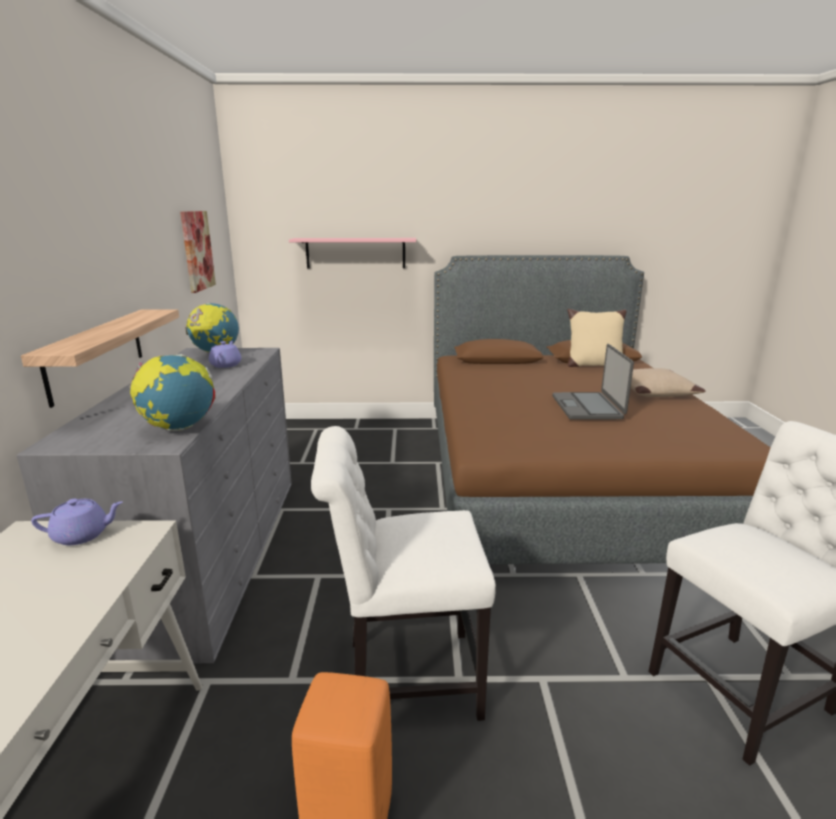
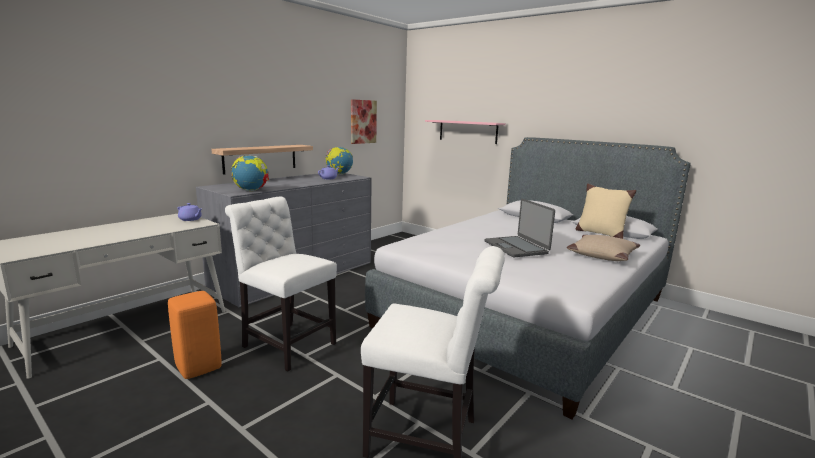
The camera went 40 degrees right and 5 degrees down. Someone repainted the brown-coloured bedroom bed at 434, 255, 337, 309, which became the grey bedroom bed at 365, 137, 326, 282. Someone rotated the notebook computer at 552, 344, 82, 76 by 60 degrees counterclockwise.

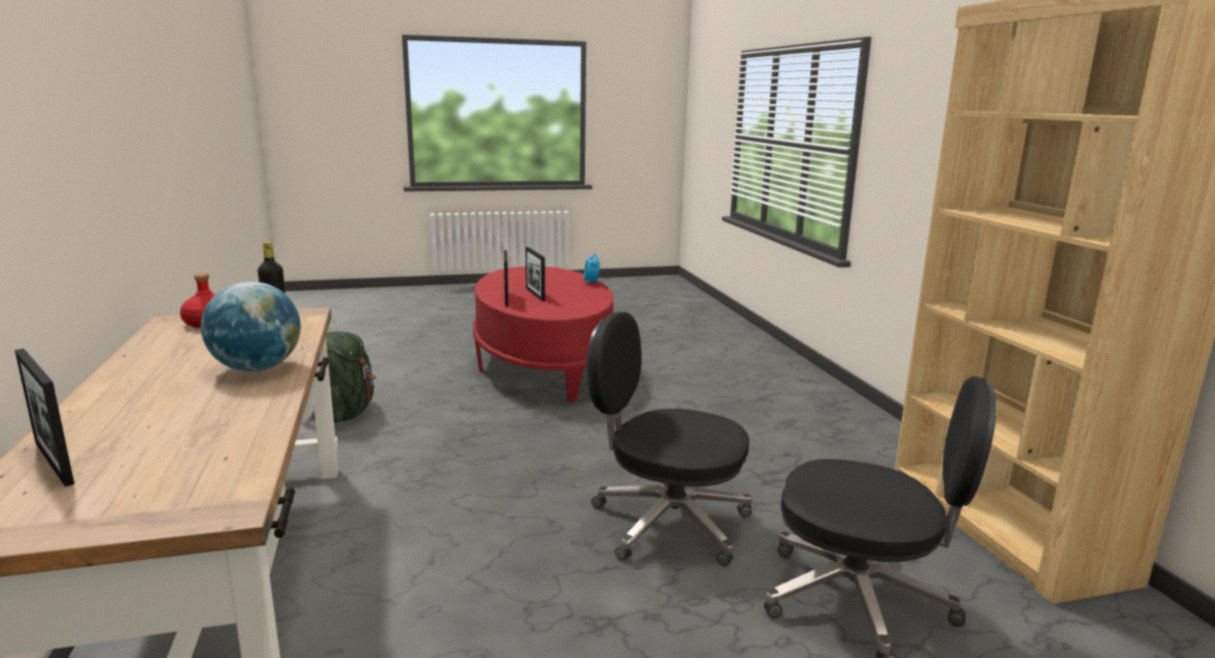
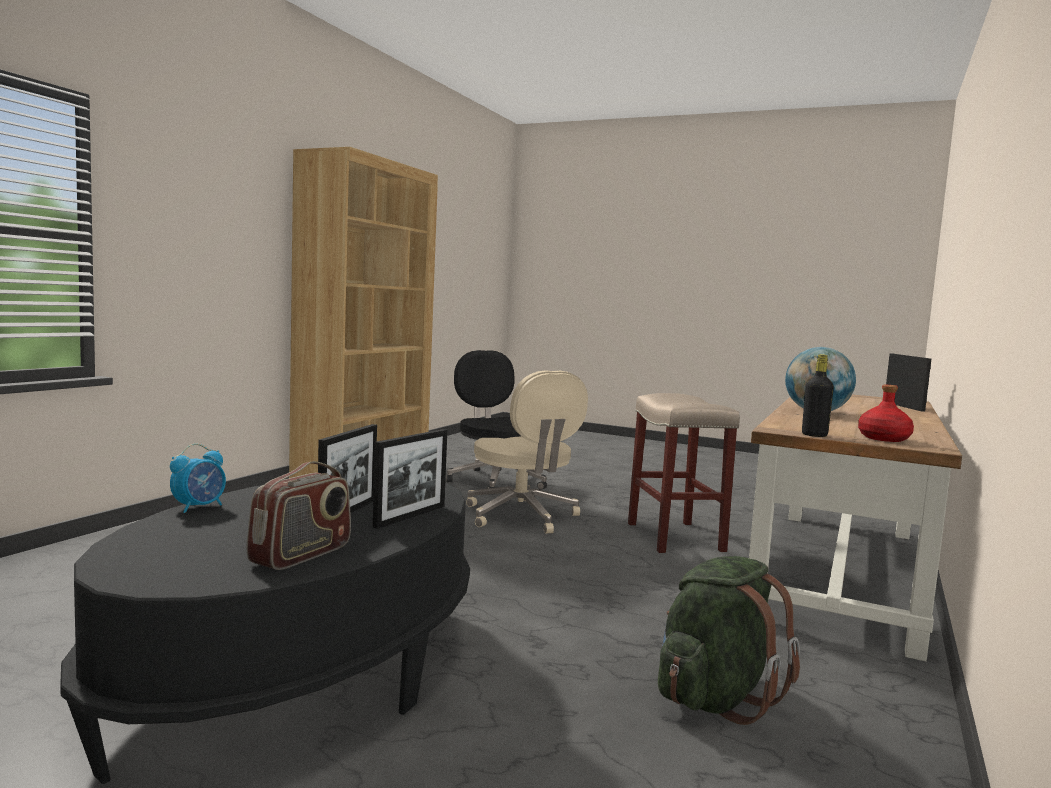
The camera went 140 degrees left and 10 degrees down. Someone repainted the red-coloured lounge table at 473, 266, 140, 136, which became the black lounge table at 60, 482, 410, 302. Someone repainted the black desk chair at 586, 312, 166, 254, which became the beige-coloured desk chair at 466, 370, 122, 164. Someone put down the radio set at 247, 461, 104, 109. Someone put down the beige-coloured stool seat at 628, 393, 112, 160.

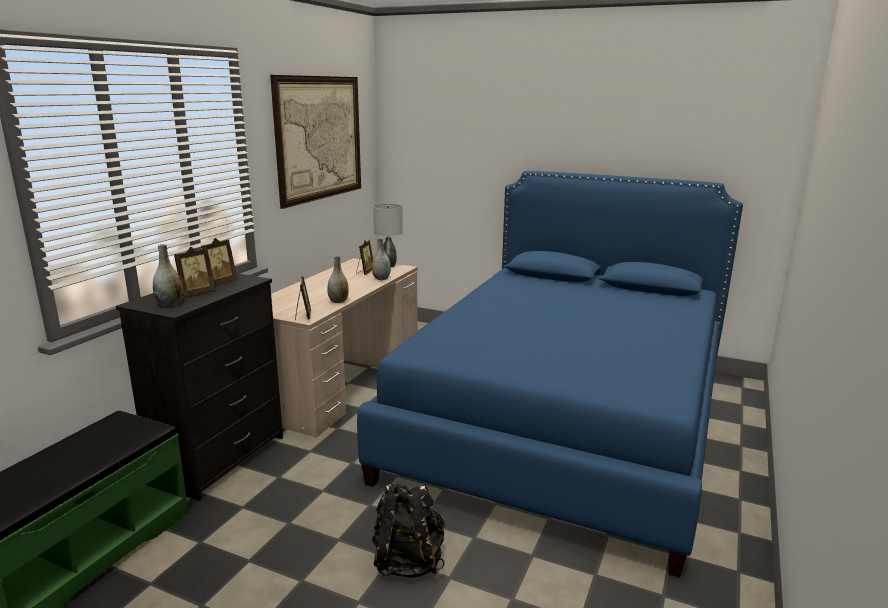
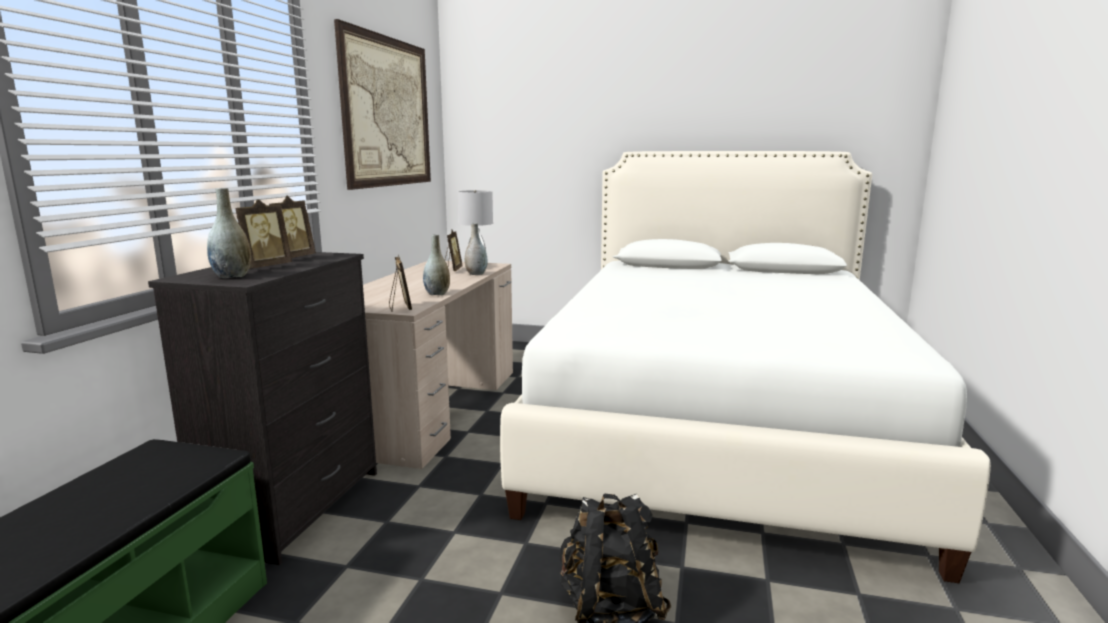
The camera went 10 degrees left and 5 degrees down. Someone repainted the bluish bedroom bed at 357, 171, 386, 406, which became the white-coloured bedroom bed at 500, 151, 491, 432.

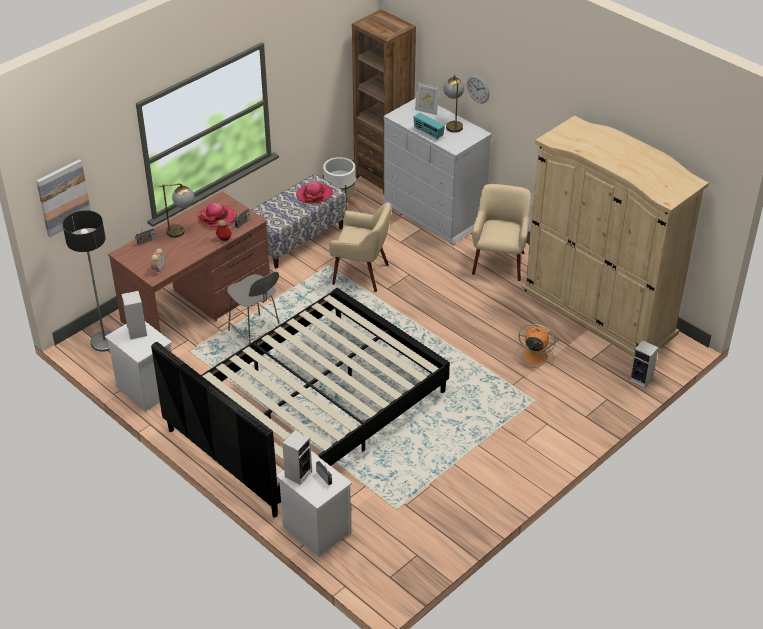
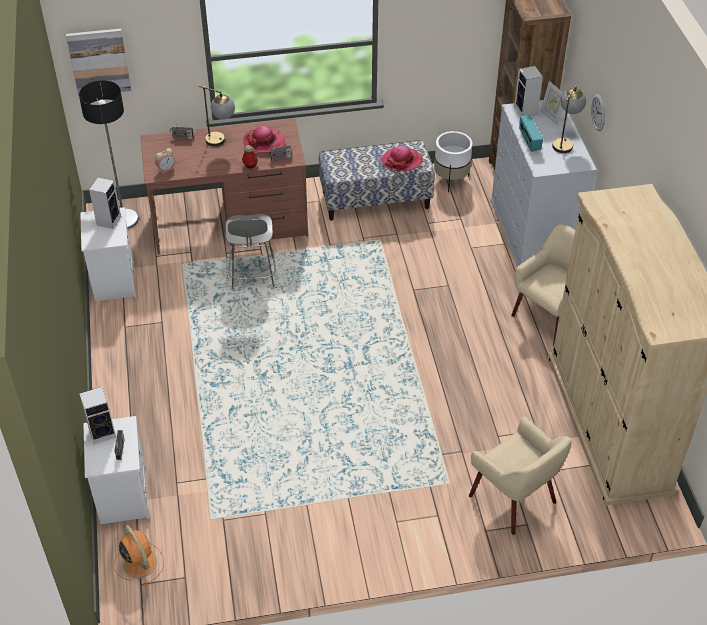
The camera went 35 degrees right and 5 degrees up. Someone took away the black bedroom bed at 151, 288, 299, 230. Someone carried the beige-coloured lounge chair from 329, 202, 62, 90 to 469, 416, 103, 119. Someone carried the orange fan from 516, 324, 40, 44 to 114, 524, 50, 63. Someone carried the loudspeaker from 629, 340, 30, 48 to 514, 66, 29, 50.

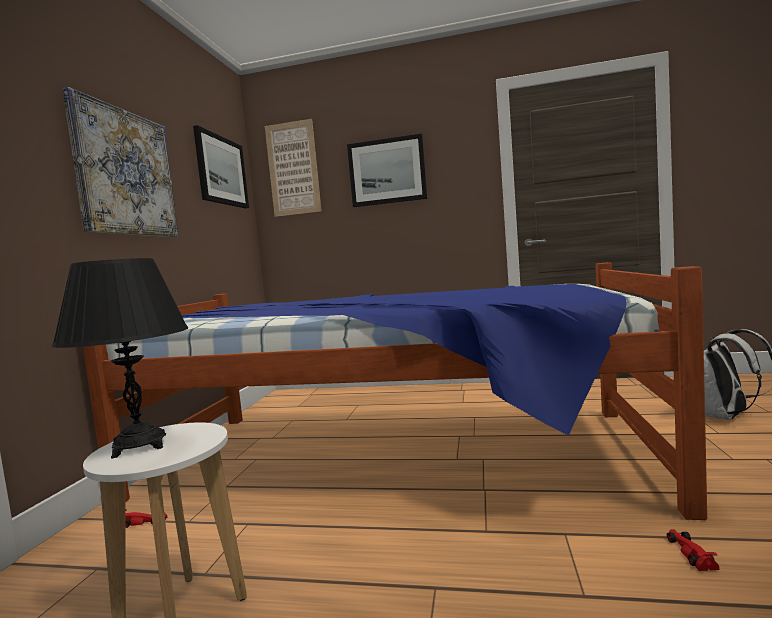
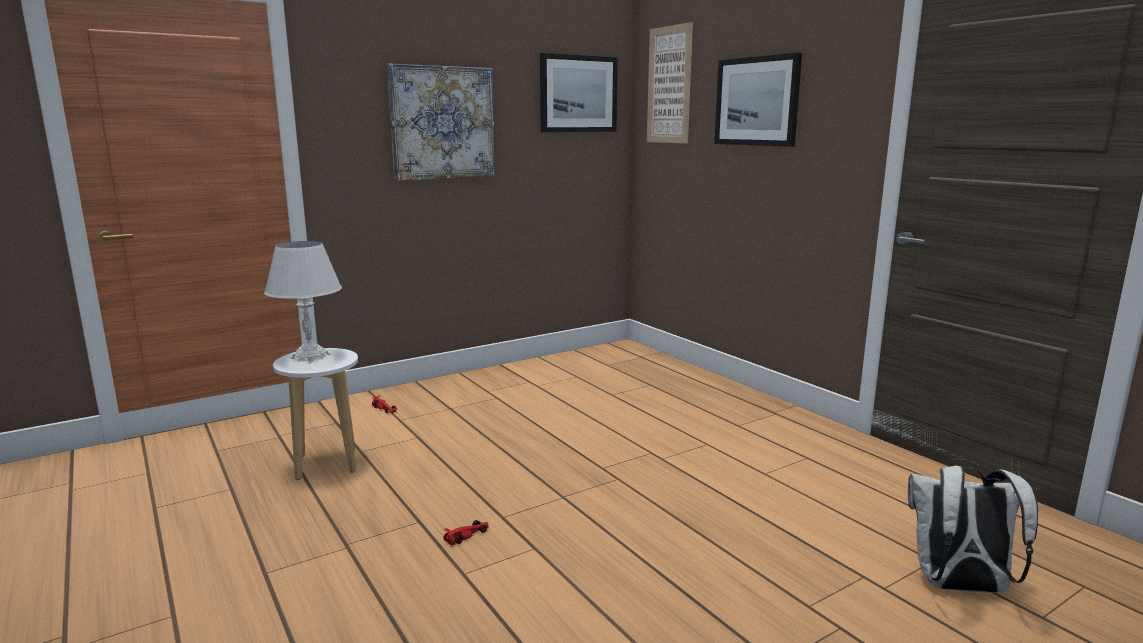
The camera went 45 degrees right and 10 degrees up. Someone repainted the black lamp for a table at 52, 258, 136, 201, which became the white-coloured lamp for a table at 264, 241, 78, 121. Someone took away the bedroom bed at 83, 262, 624, 258. Someone carried the red-coloured miniature car from 666, 529, 53, 42 to 444, 520, 45, 26.

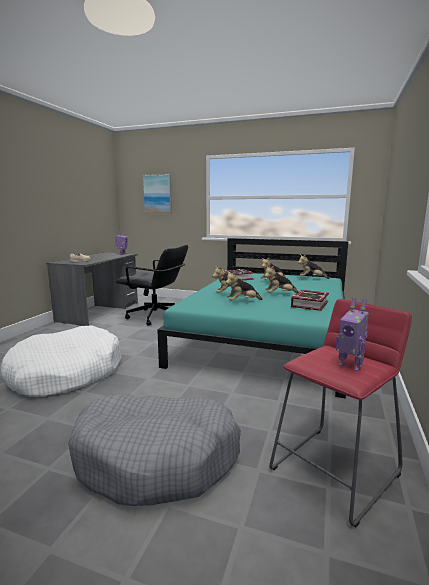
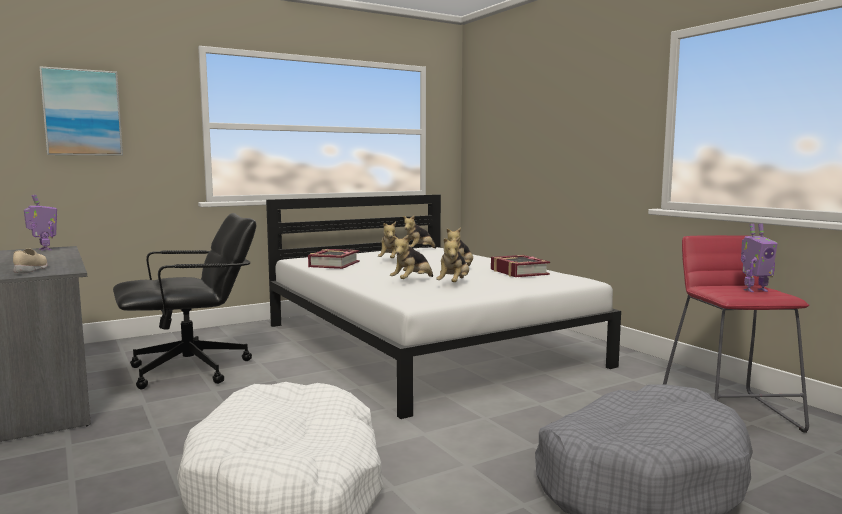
The camera went 50 degrees left and 5 degrees down. Someone repainted the turquoise bedroom bed at 157, 238, 191, 161, which became the white-coloured bedroom bed at 266, 195, 355, 224.

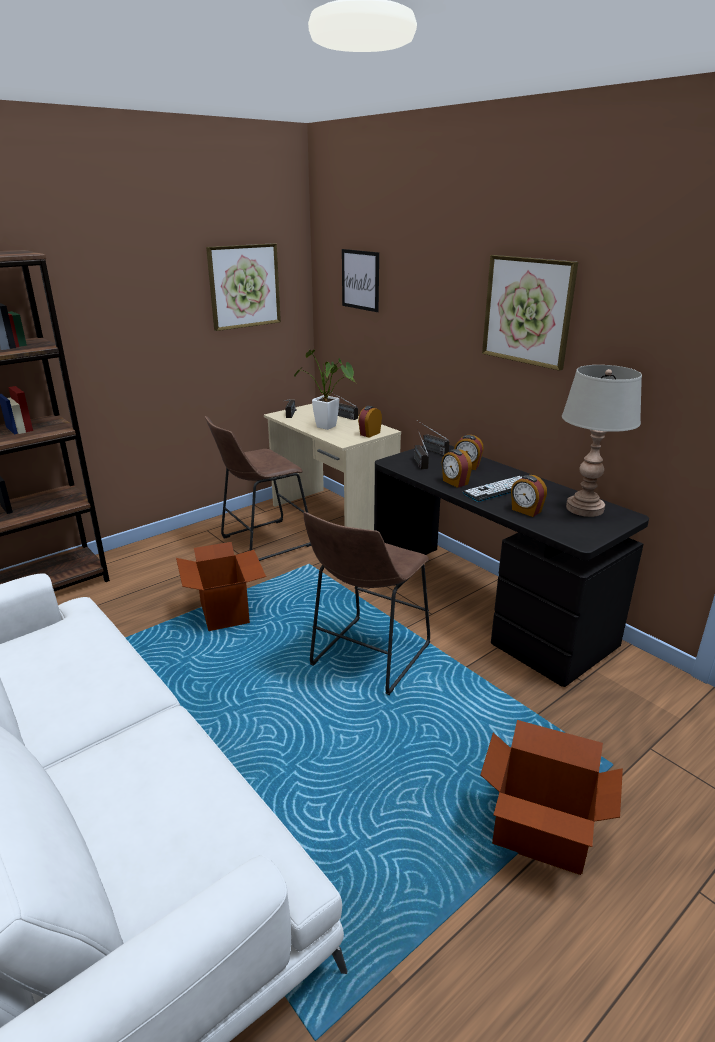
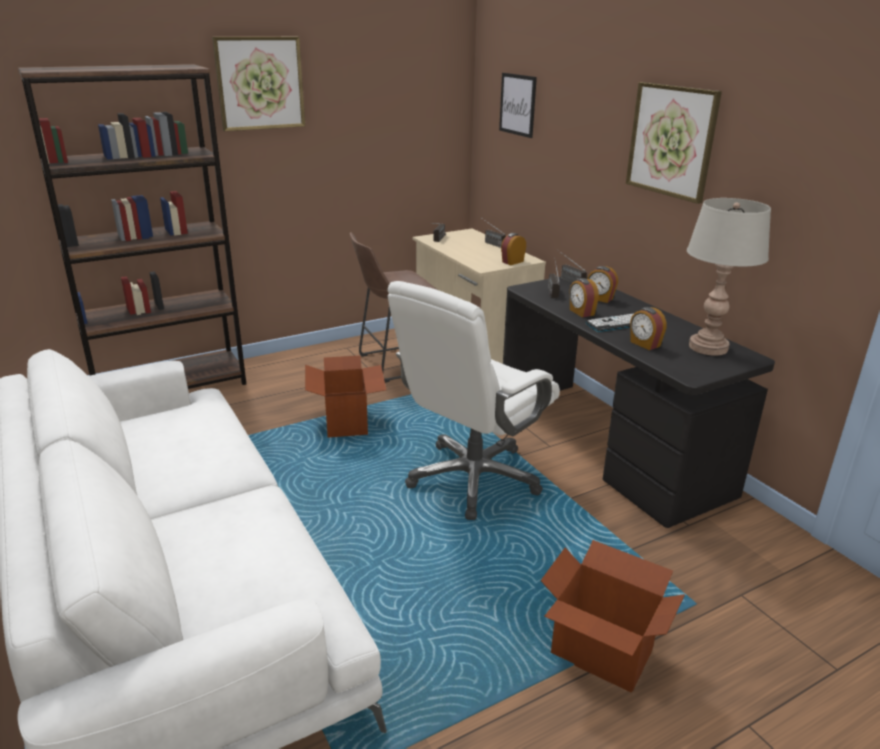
The camera went 10 degrees right and 0 degrees up. Someone carried the picture from 206, 243, 75, 88 to 212, 37, 93, 94. Someone took away the houseplant at 294, 350, 62, 80. Someone swapped the brown-coloured stool seat at 303, 512, 127, 183 for the white-coloured desk chair at 387, 281, 173, 239.

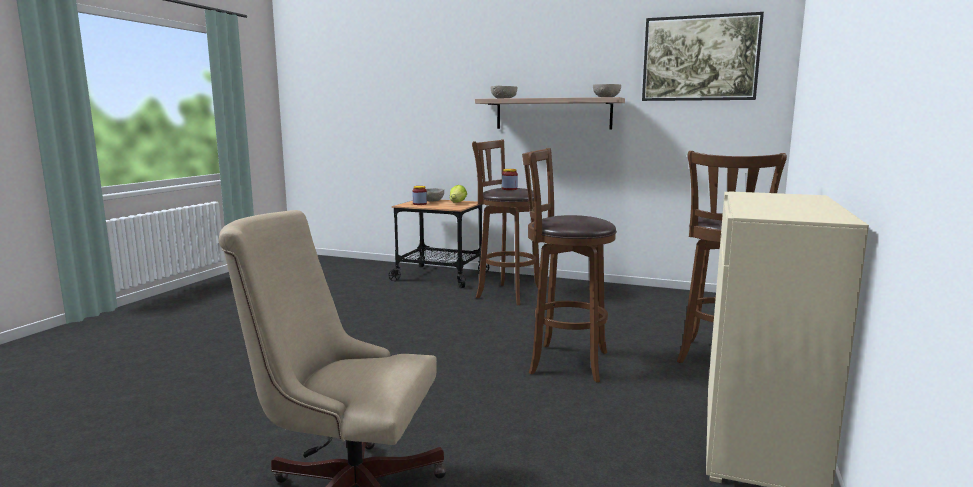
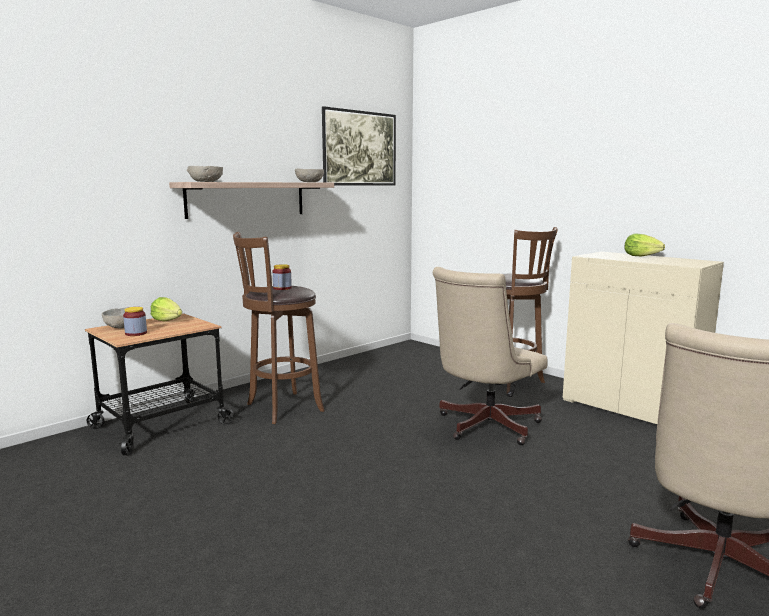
The camera went 65 degrees left and 0 degrees up. Someone swapped the brown-coloured stool seat at 522, 148, 95, 234 for the beige-coloured desk chair at 433, 267, 115, 178. Someone put down the head of lettuce at 624, 234, 41, 22.

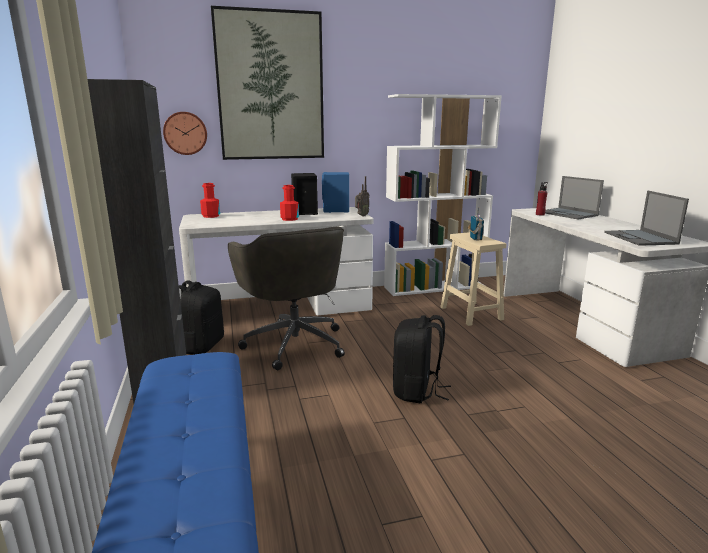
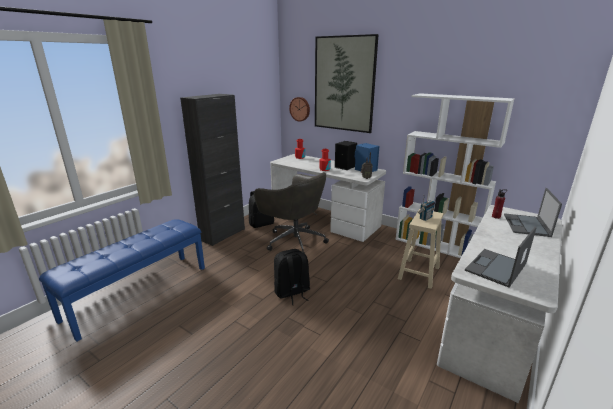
The camera went 50 degrees right and 5 degrees up. Someone rotated the grey desk chair at 228, 226, 117, 144 by 75 degrees counterclockwise.

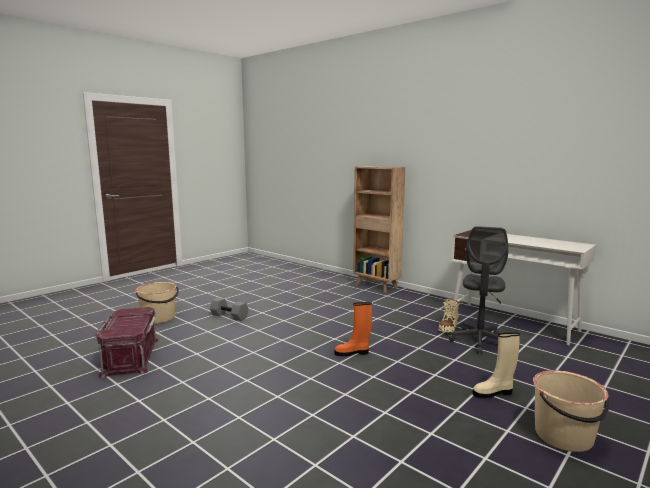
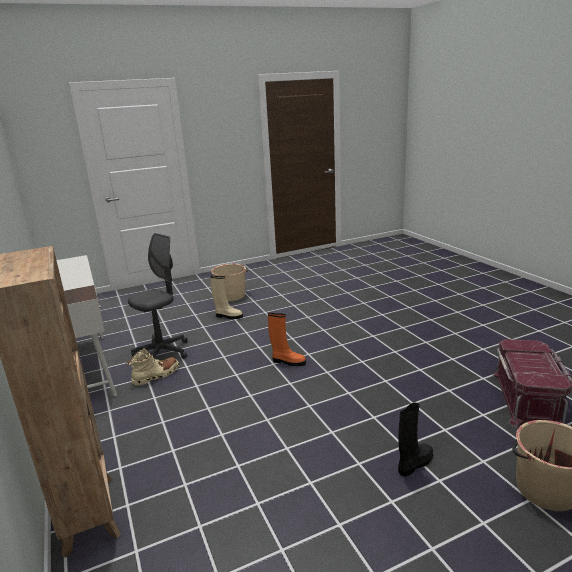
The camera went 155 degrees left and 10 degrees up. Someone swapped the grey hand weight at 210, 298, 39, 23 for the black boot at 398, 403, 35, 73.

